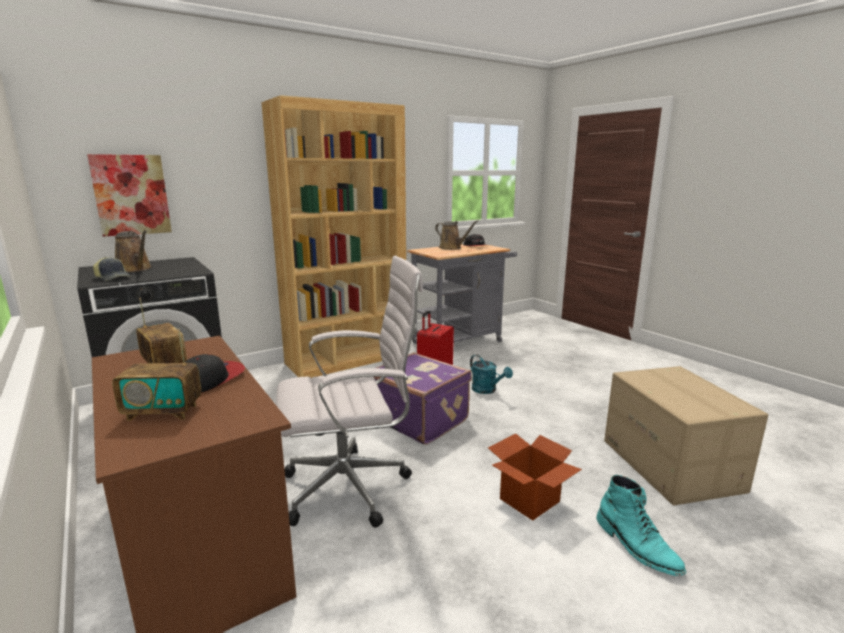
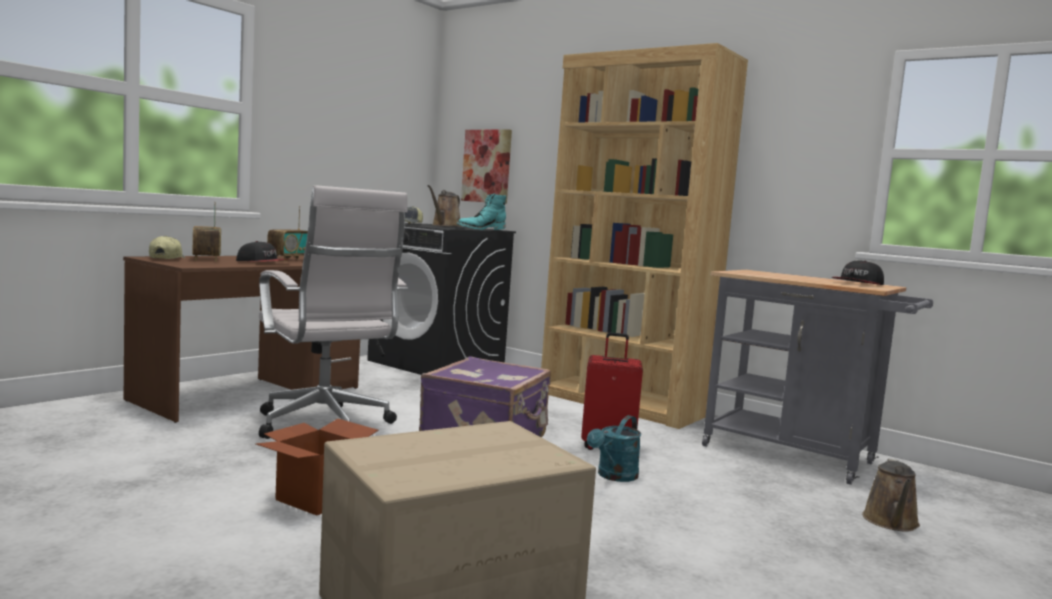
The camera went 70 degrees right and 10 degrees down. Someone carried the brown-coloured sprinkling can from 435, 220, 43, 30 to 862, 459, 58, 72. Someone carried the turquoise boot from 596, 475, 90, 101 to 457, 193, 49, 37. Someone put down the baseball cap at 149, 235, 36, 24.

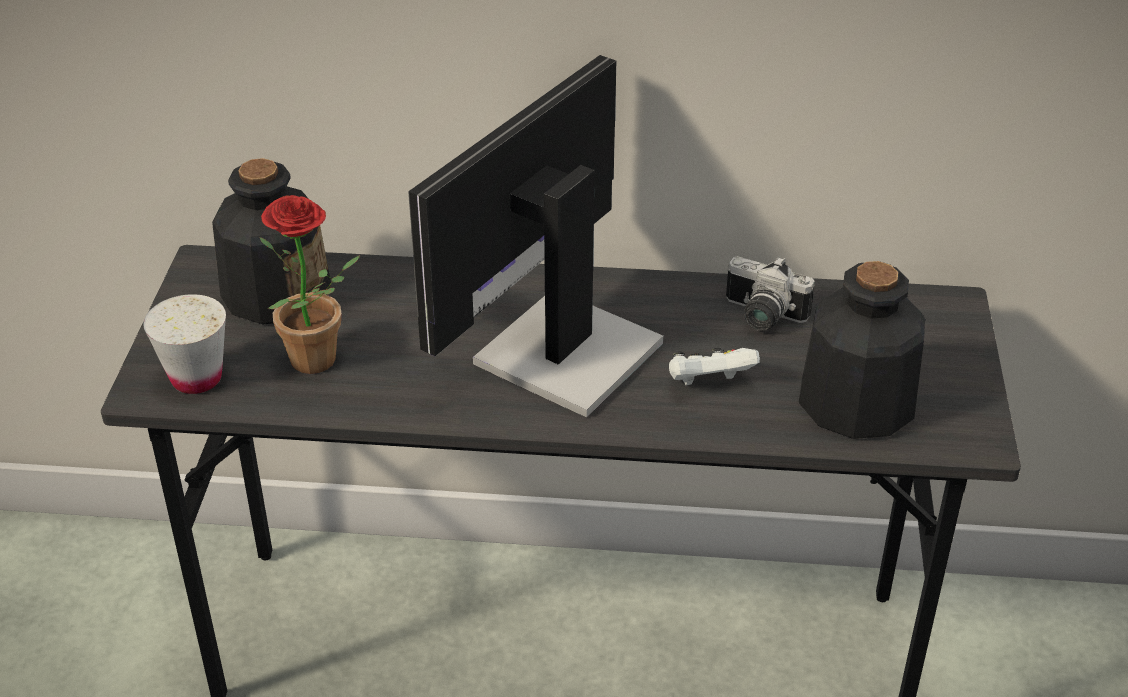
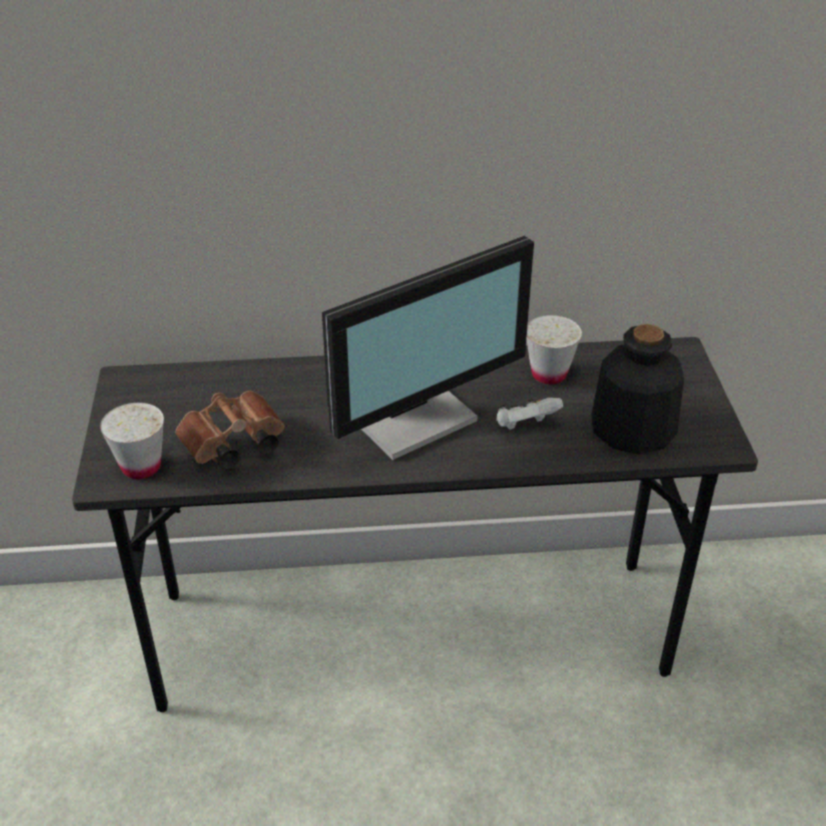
The camera went 10 degrees left and 0 degrees up. Someone took away the beverage bottle at 212, 158, 119, 167. Someone swapped the houseplant at 260, 195, 100, 179 for the brown-coloured field glasses at 176, 391, 108, 78. Someone rotated the computer screen at 408, 55, 256, 363 by 150 degrees counterclockwise. Someone swapped the photo camera at 726, 256, 89, 75 for the white-coloured small cup at 527, 315, 55, 69.

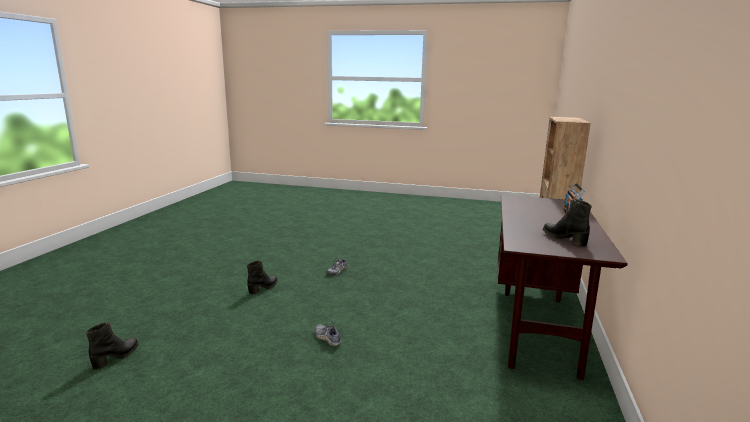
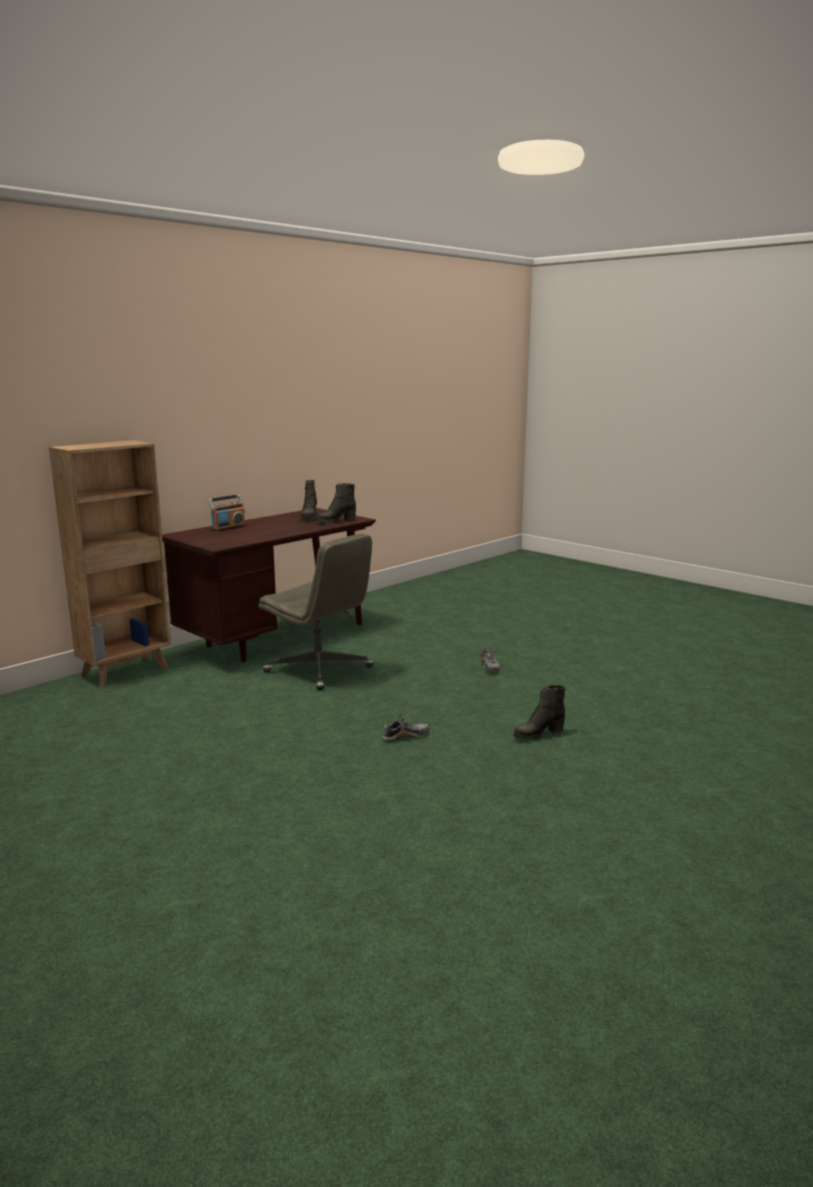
The camera went 150 degrees left and 0 degrees up. Someone carried the black boot from 86, 322, 52, 48 to 316, 483, 40, 40. Someone put down the grey desk chair at 258, 534, 116, 156.

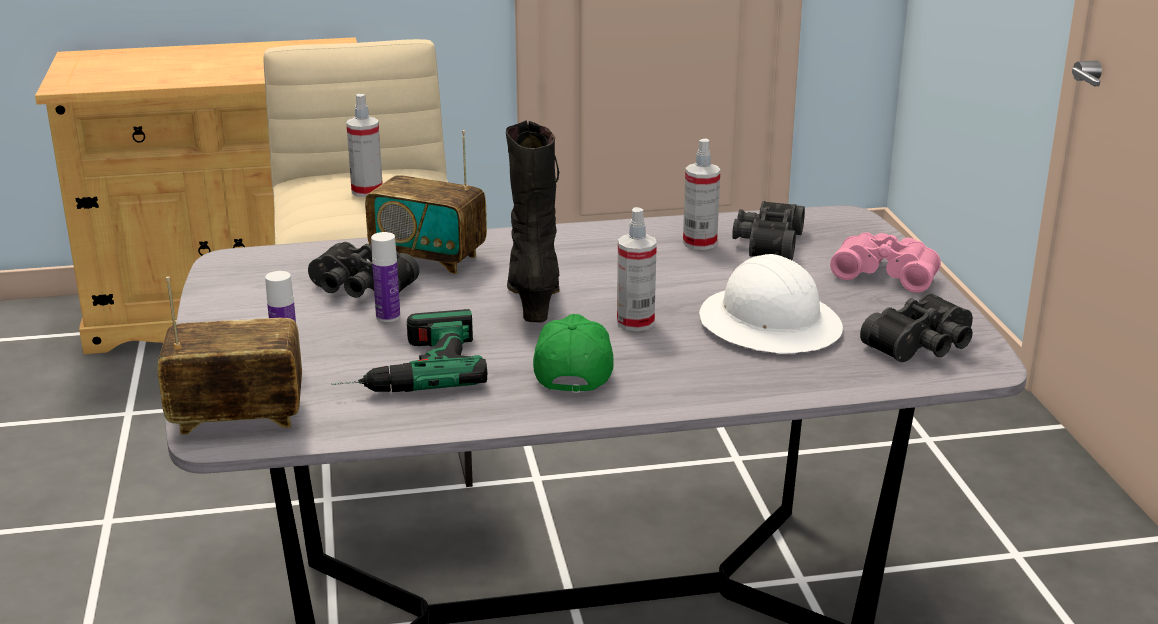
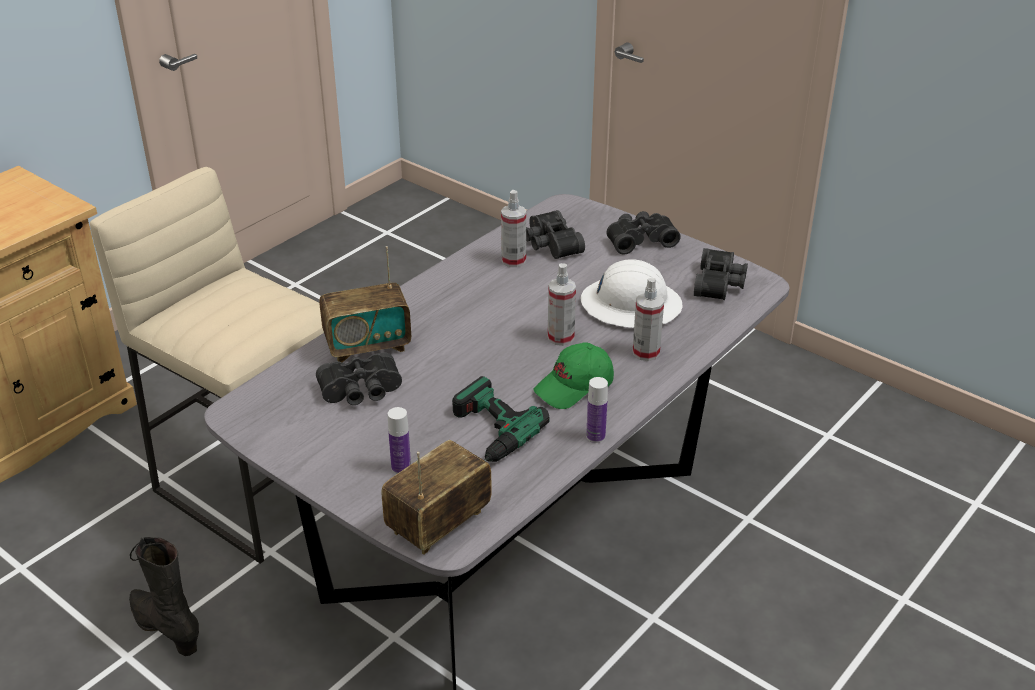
The camera went 40 degrees left and 10 degrees up. Someone carried the sprayer from 346, 94, 37, 103 to 633, 278, 31, 83. Someone carried the beverage bottle from 371, 232, 29, 90 to 586, 377, 22, 66. Someone carried the black boot from 506, 120, 54, 202 to 129, 537, 70, 119. Someone rotated the greenish baseball cap at 533, 314, 80, 79 by 90 degrees counterclockwise. Someone repainted the pink field glasses at 830, 232, 111, 61, which became the black field glasses at 606, 211, 75, 44.

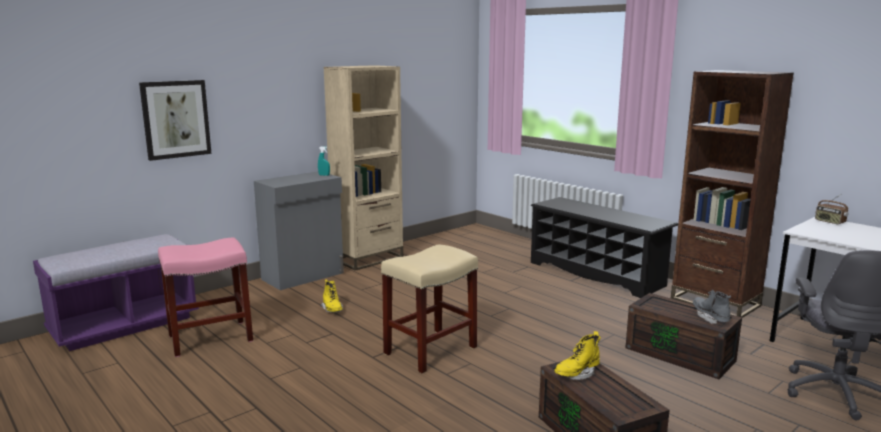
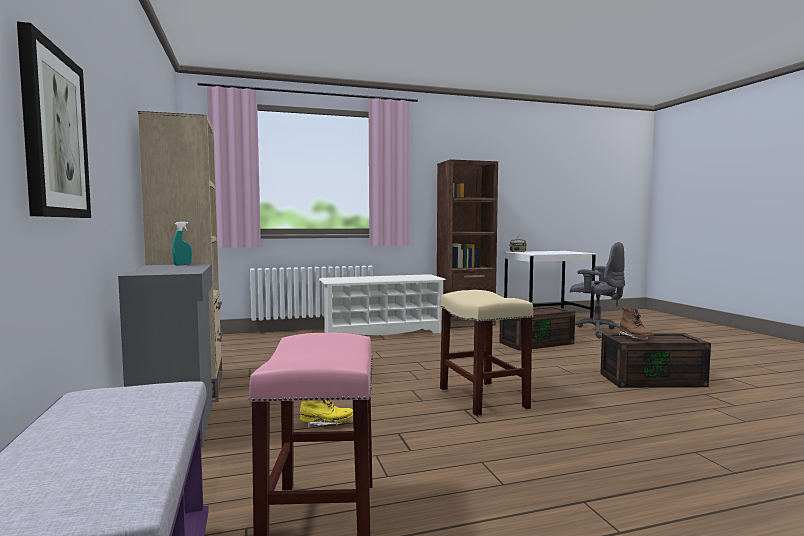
The camera went 65 degrees left and 10 degrees down. Someone repainted the black shoe shelf at 530, 197, 148, 101, which became the white-coloured shoe shelf at 319, 274, 127, 61. Someone repainted the yellow boot at 554, 331, 47, 49, which became the brown-coloured boot at 619, 307, 35, 33. Someone took away the grey boot at 693, 290, 38, 34.

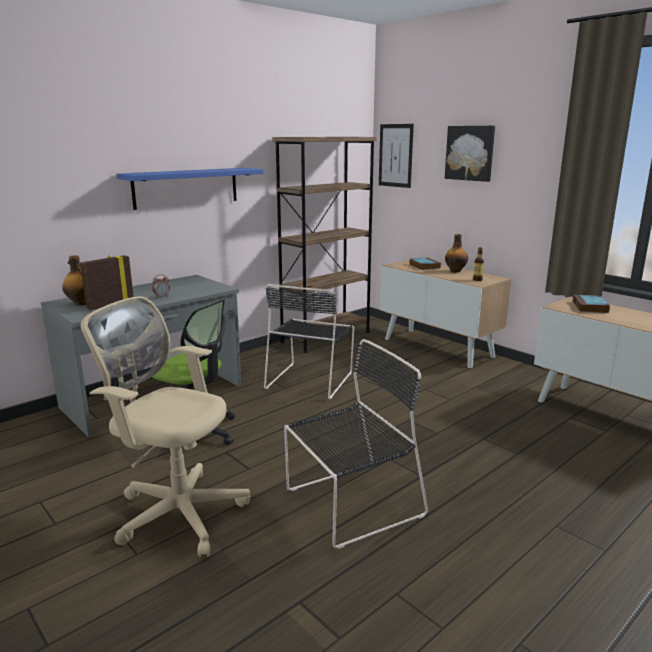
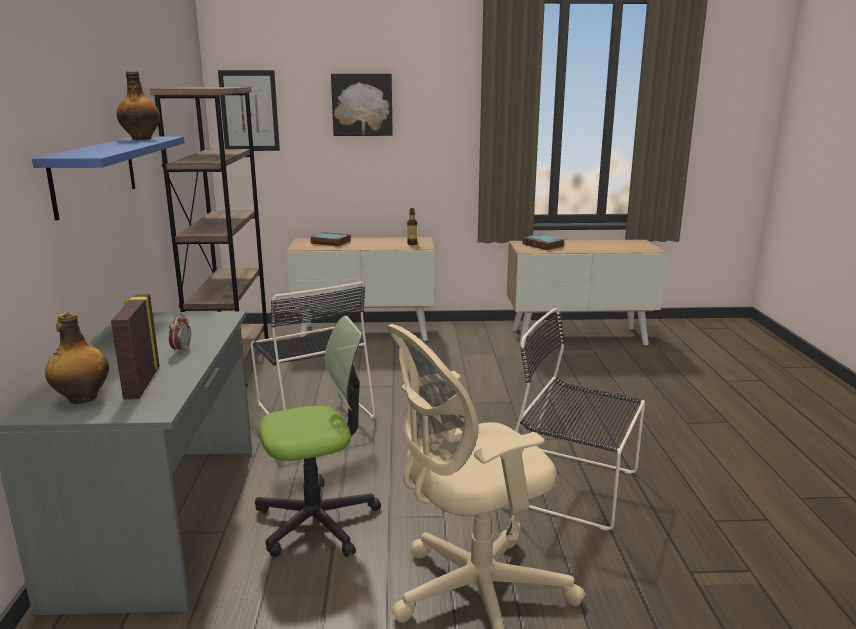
The camera went 50 degrees left and 0 degrees up. Someone rotated the black upright chair at 284, 339, 144, 210 by 75 degrees counterclockwise. Someone carried the beverage bottle from 445, 234, 23, 38 to 117, 71, 43, 69.

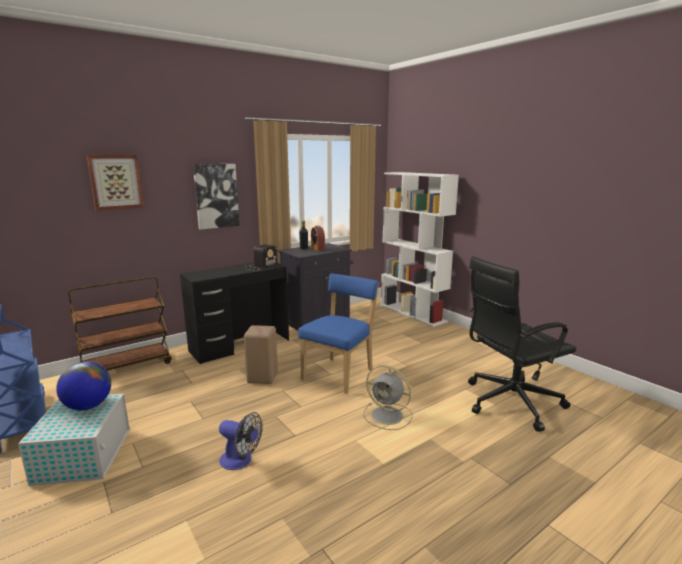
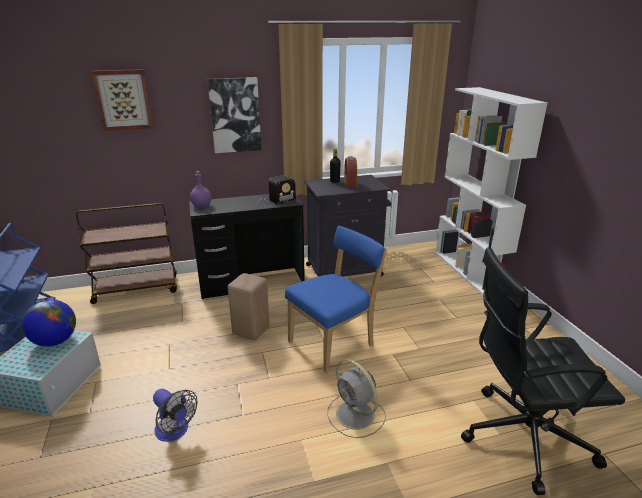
The camera went 20 degrees right and 10 degrees up. Someone put down the purple-coloured beverage bottle at 190, 171, 21, 37.

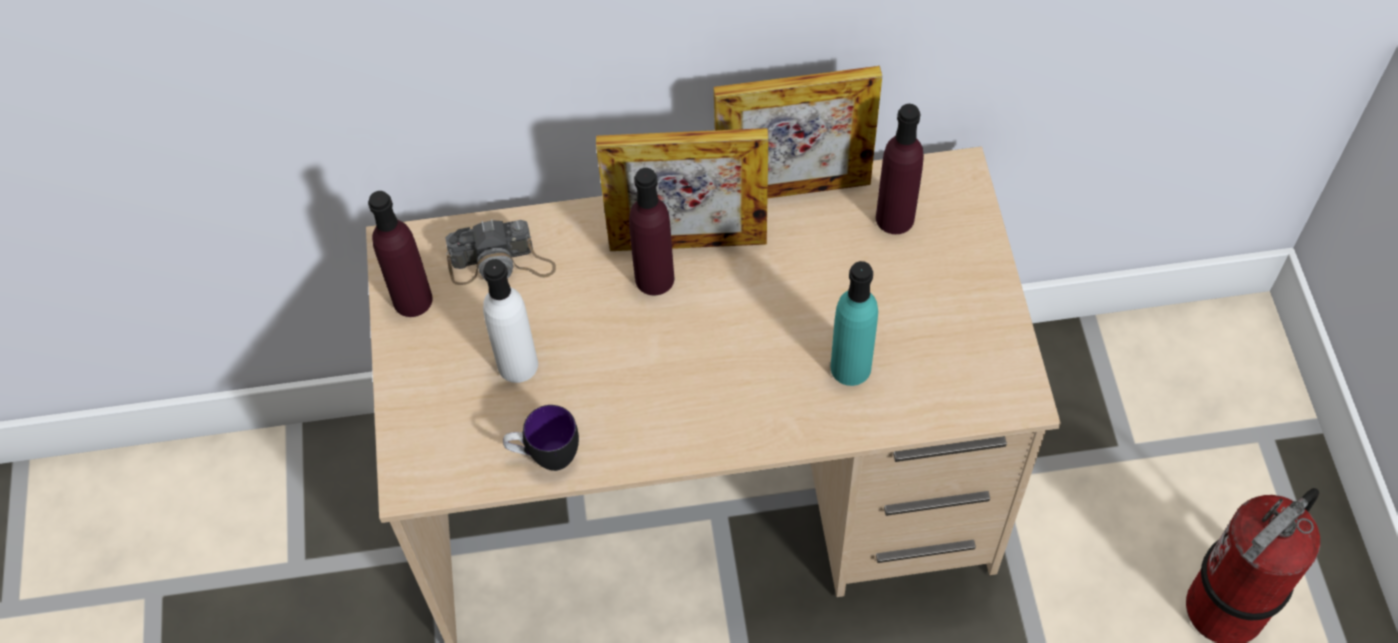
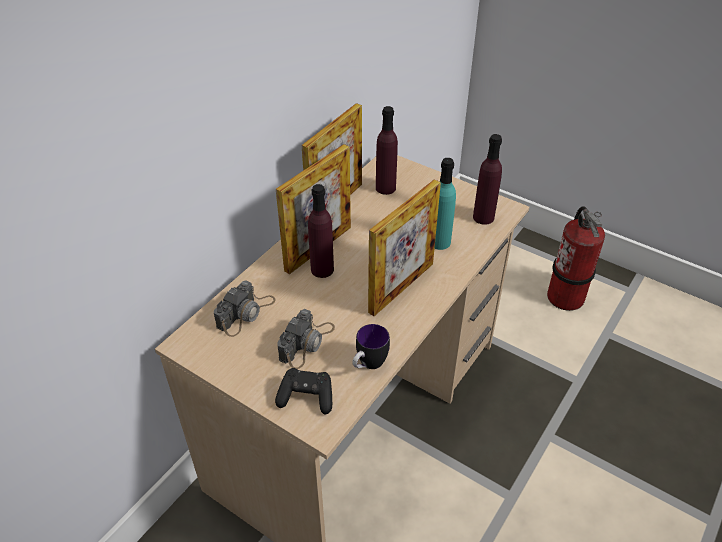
The camera went 50 degrees left and 15 degrees down. Someone carried the purple-coloured beverage bottle from 368, 191, 65, 126 to 473, 134, 29, 91. Someone swapped the white-coloured beverage bottle at 483, 259, 55, 124 for the photo camera at 277, 309, 58, 60. Someone put down the black game controller at 275, 368, 57, 46. Someone put down the standing frame at 368, 179, 73, 137.

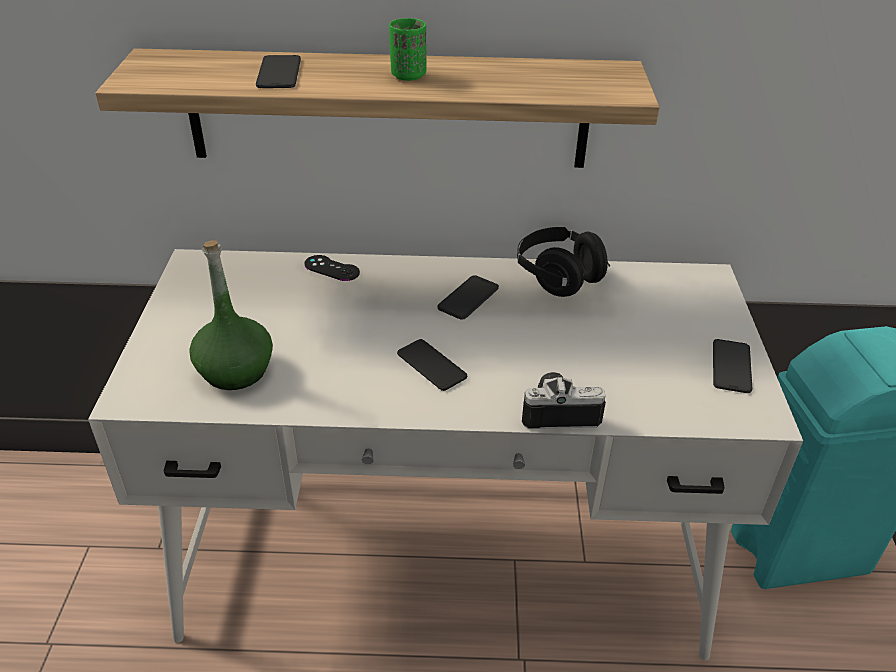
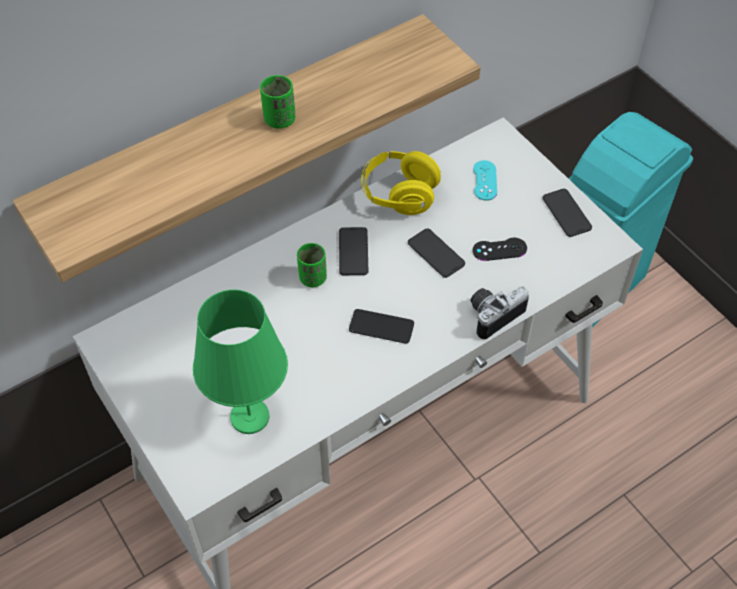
The camera went 35 degrees left and 15 degrees up. Someone swapped the greenish beverage bottle at 189, 240, 84, 150 for the greenish lamp for a table at 193, 289, 95, 145. Someone carried the handset from 256, 55, 45, 33 to 408, 229, 57, 49. Someone carried the black game controller from 304, 255, 56, 26 to 473, 238, 54, 23. Someone repainted the black headphones at 517, 227, 93, 70, which became the yellow headphones at 361, 151, 80, 64. Someone put down the greenish small cup at 297, 243, 30, 44. Someone put down the turquoise game controller at 473, 160, 24, 41.

